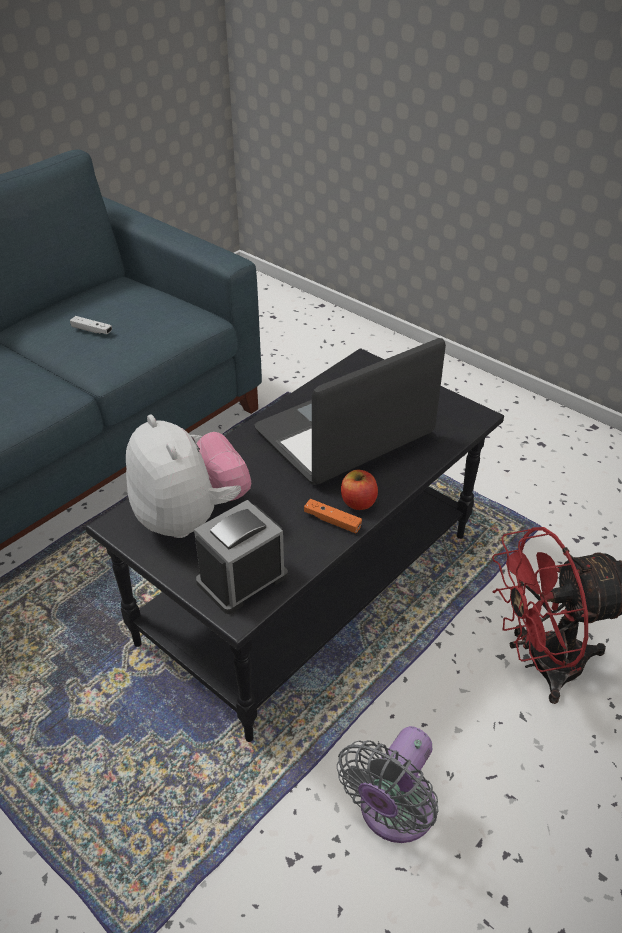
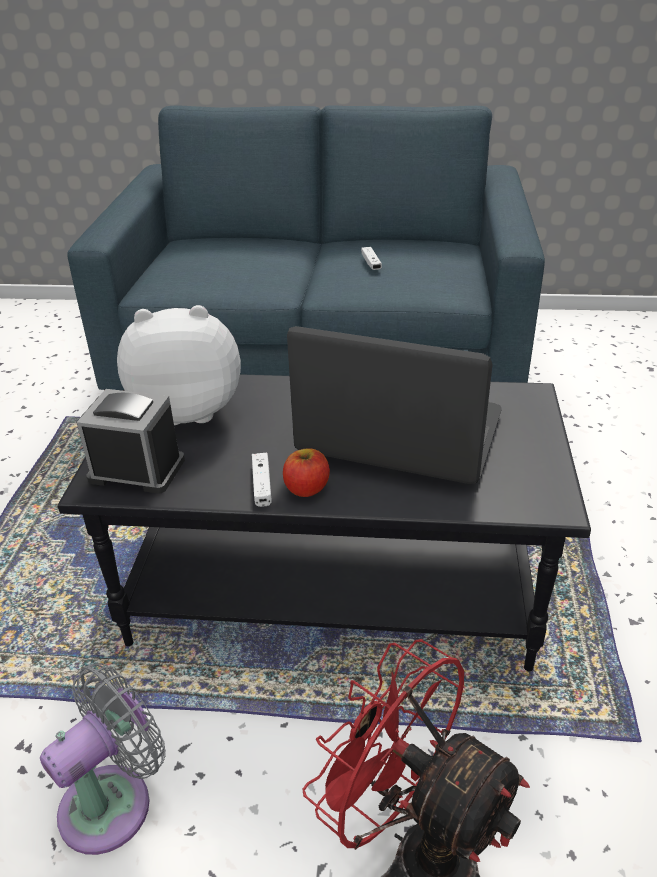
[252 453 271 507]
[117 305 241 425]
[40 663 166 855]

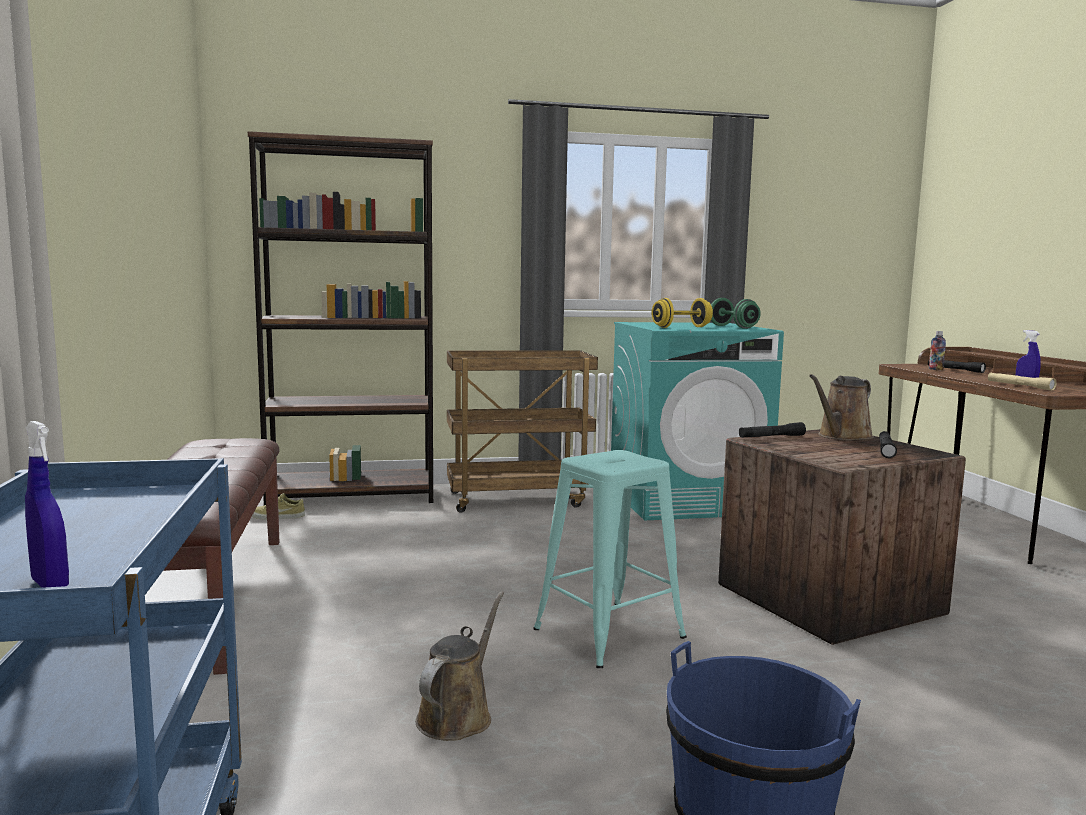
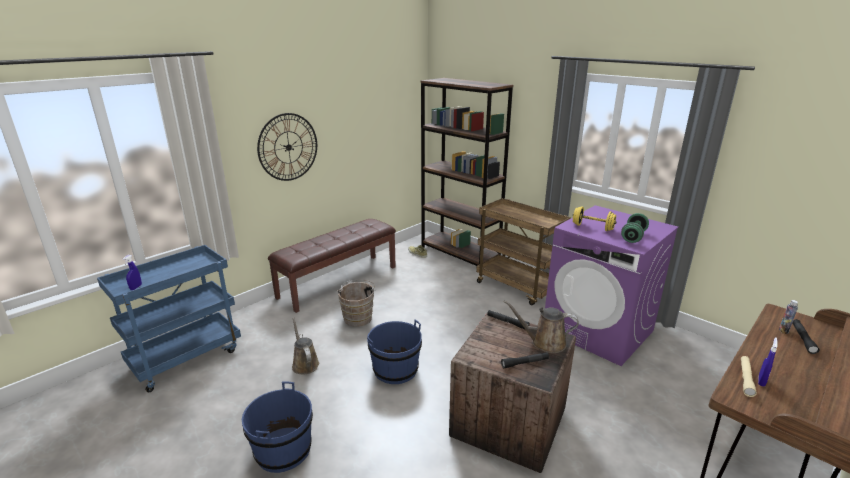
[257 113 317 181]
[337 279 377 327]
[367 319 422 384]
[545 205 679 366]
[292 318 319 374]

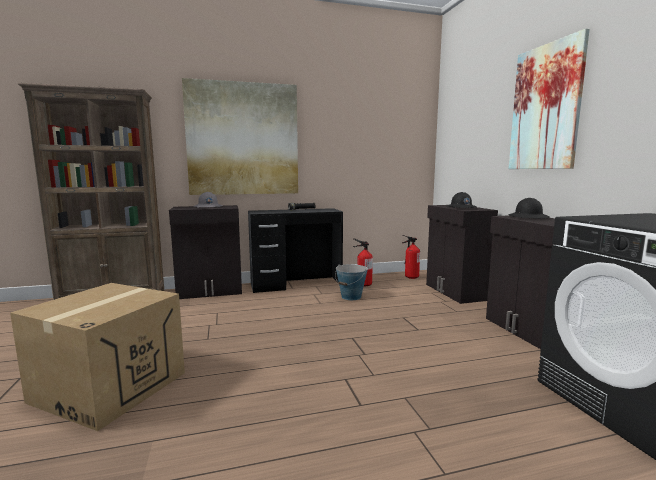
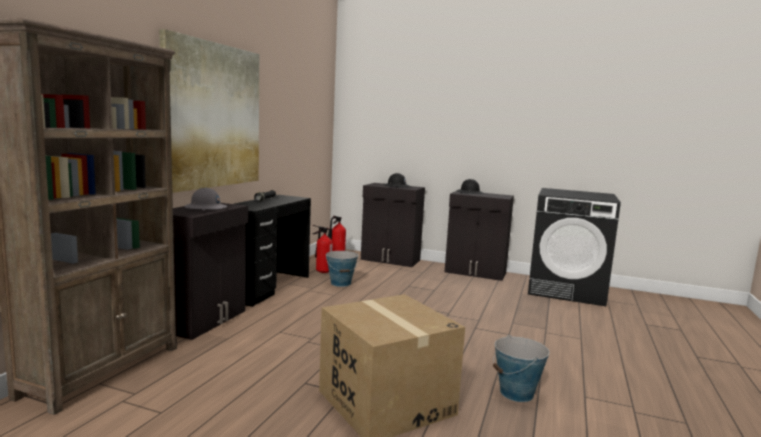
[509 28 590 169] (first image)
[493 335 549 402]

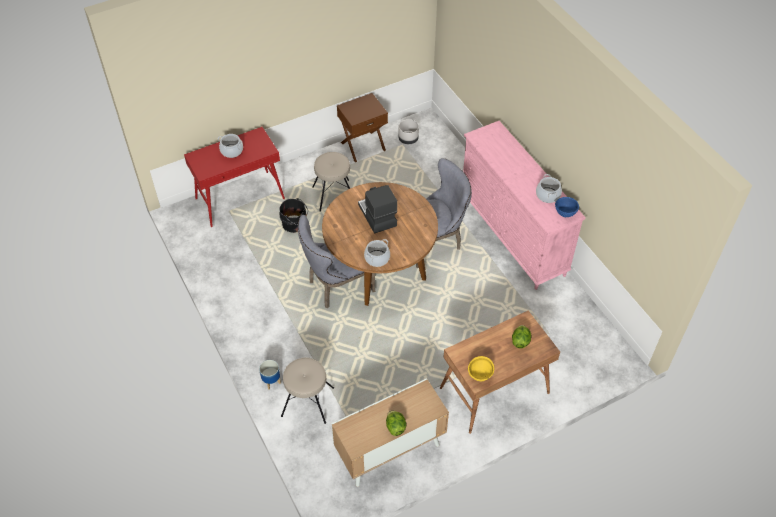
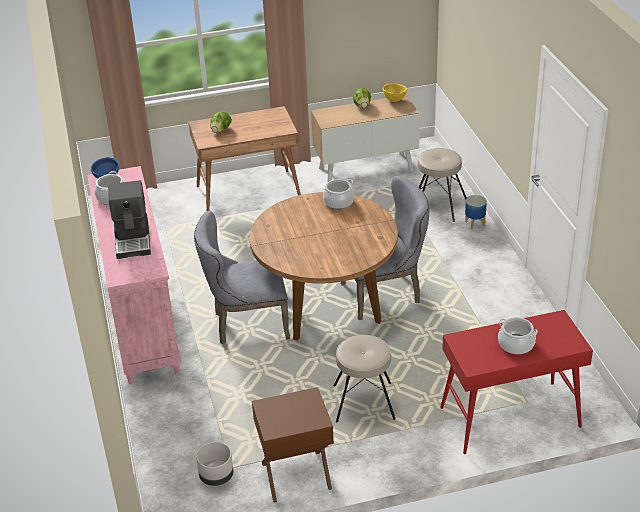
[279 198 308 233] (first image)
[108 180 151 259]
[383 83 407 102]

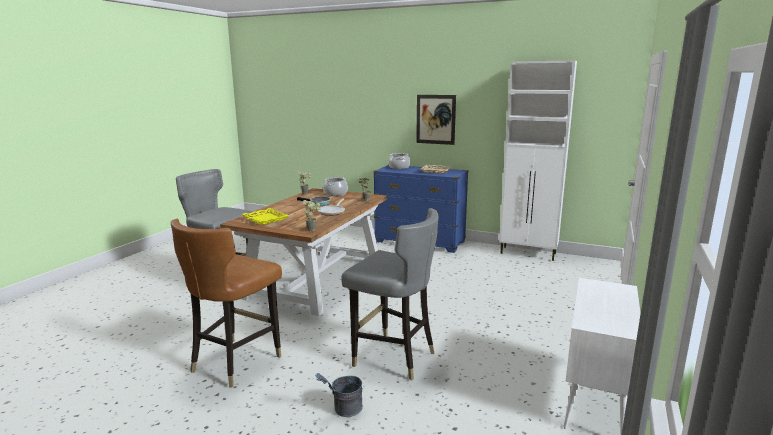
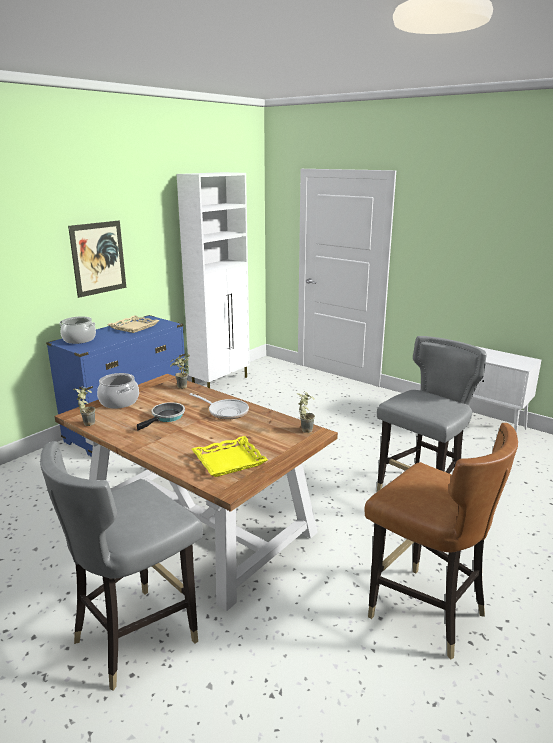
[315 373 363 417] (first image)

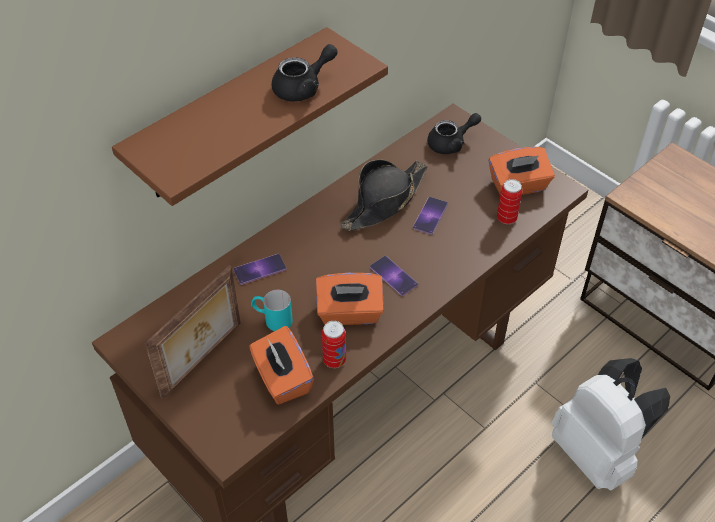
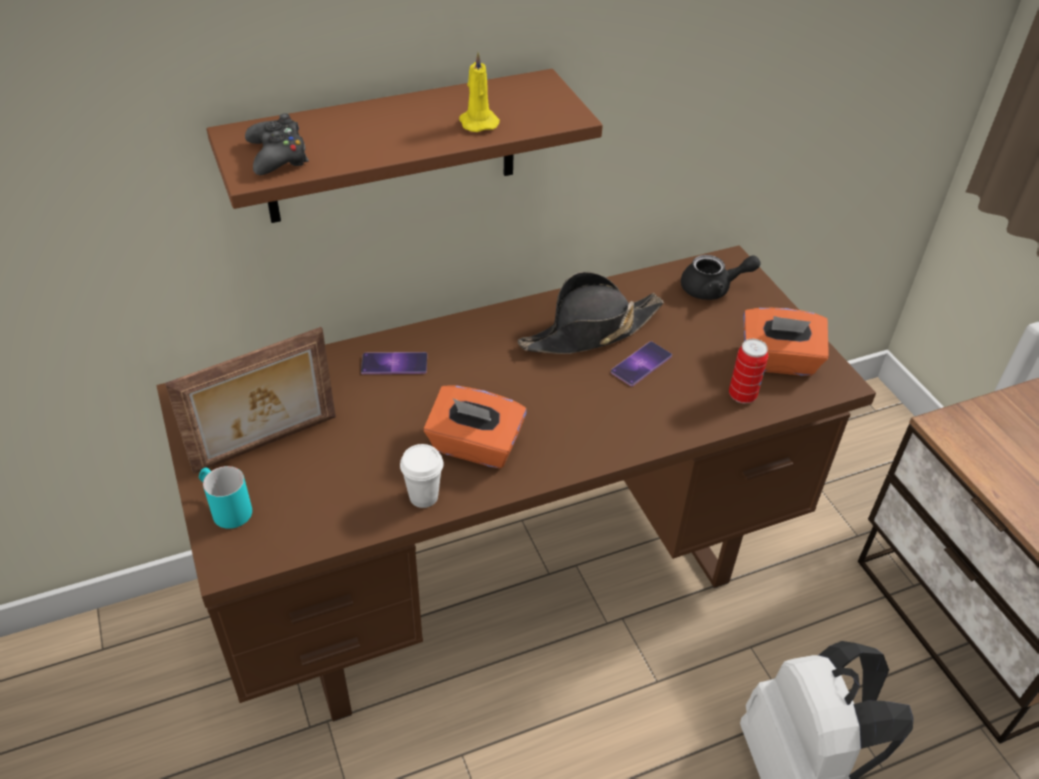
[249 326 314 404] (first image)
[370 256 418 296] (first image)
[245 113 309 175]
[199 466 252 529]
[459 51 500 132]
[400 444 443 508]

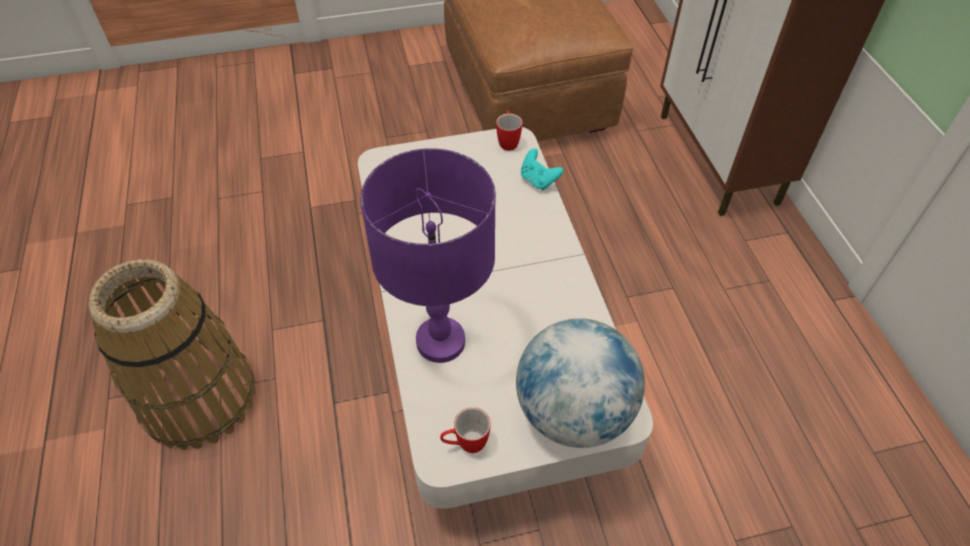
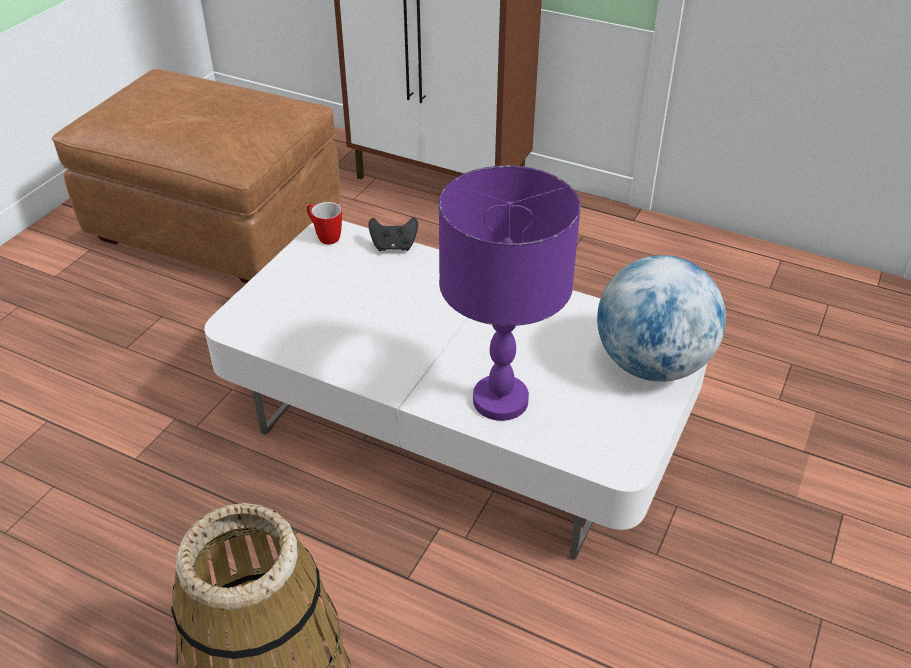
[440 407 491 453] (first image)
[368 217 418 251]

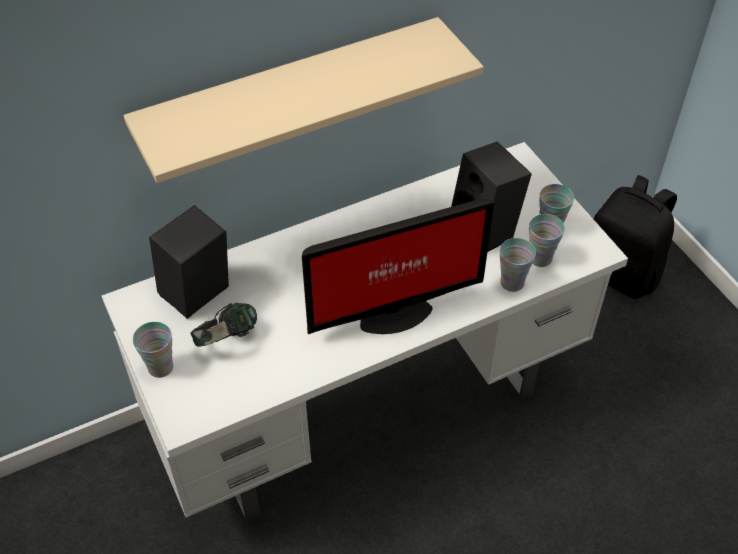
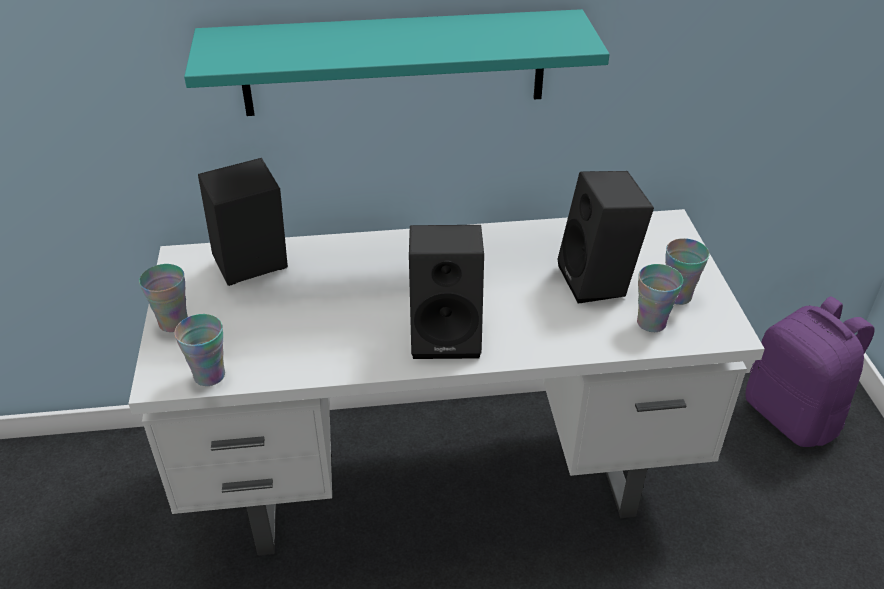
[191 303 257 347] (first image)
[174 314 225 386]
[409 225 484 359]
[184 9 610 116]
[745 296 875 447]

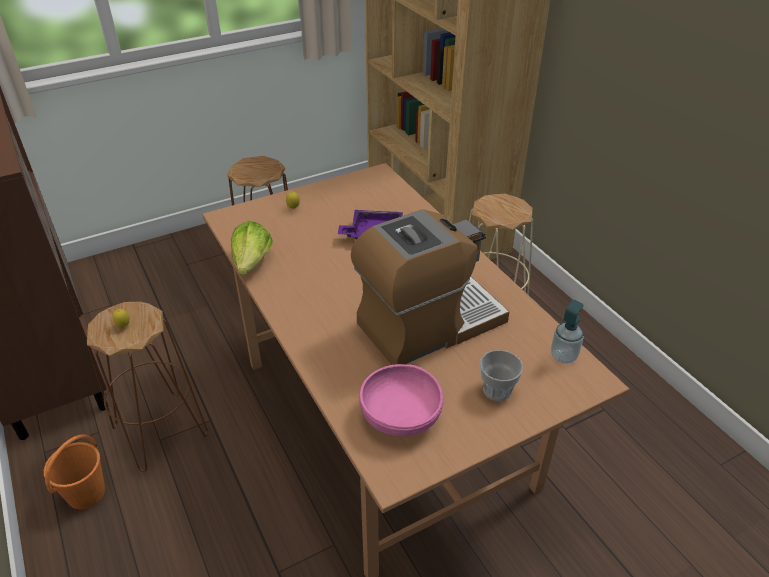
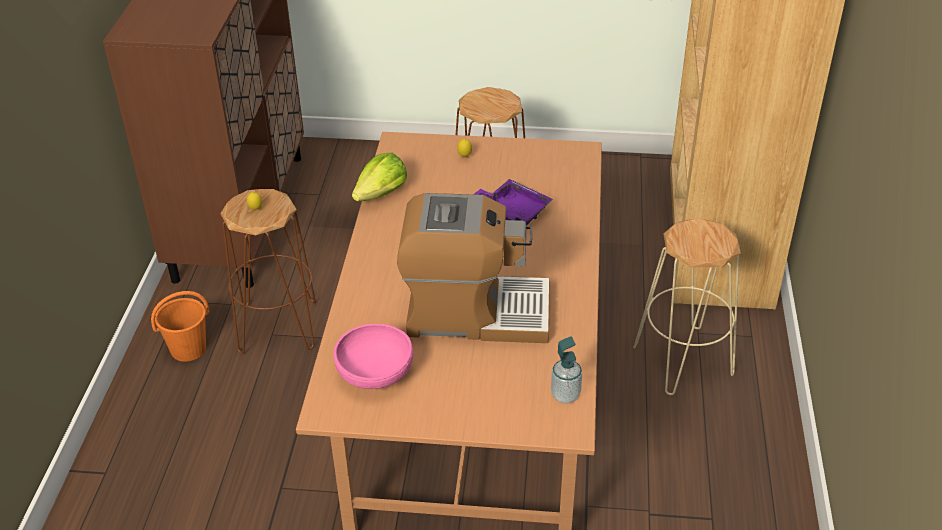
[480 350 523 401] (first image)

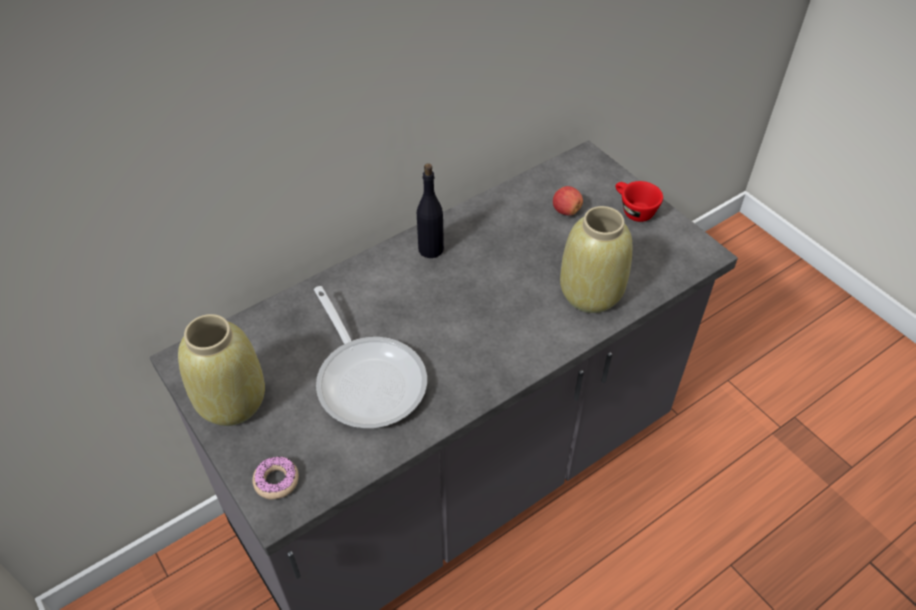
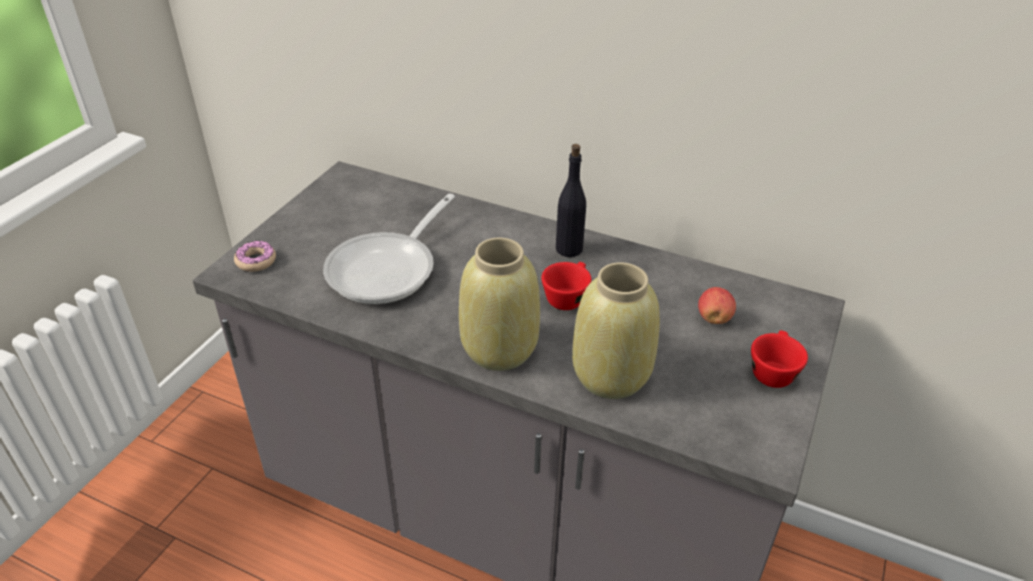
[541 262 591 310]
[459 238 540 371]

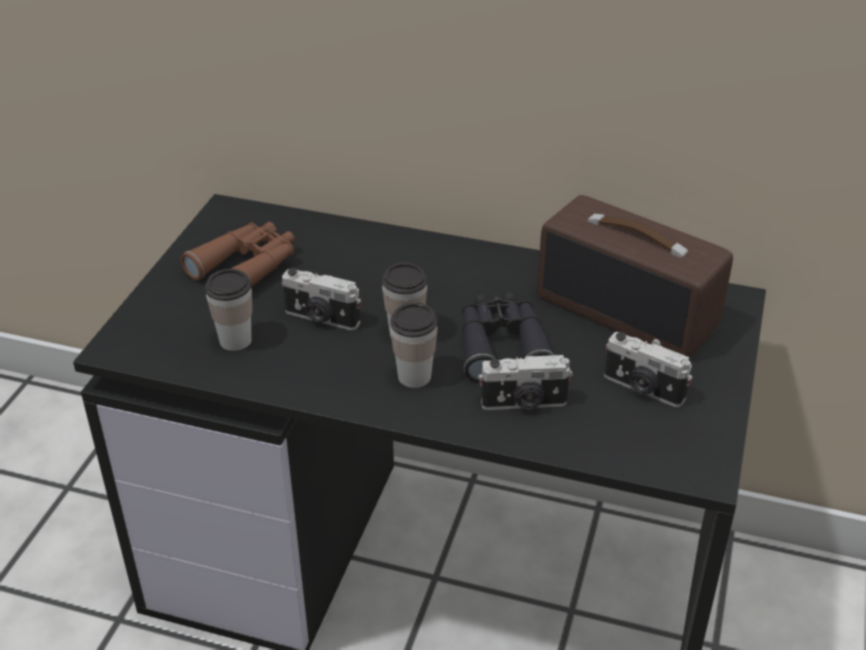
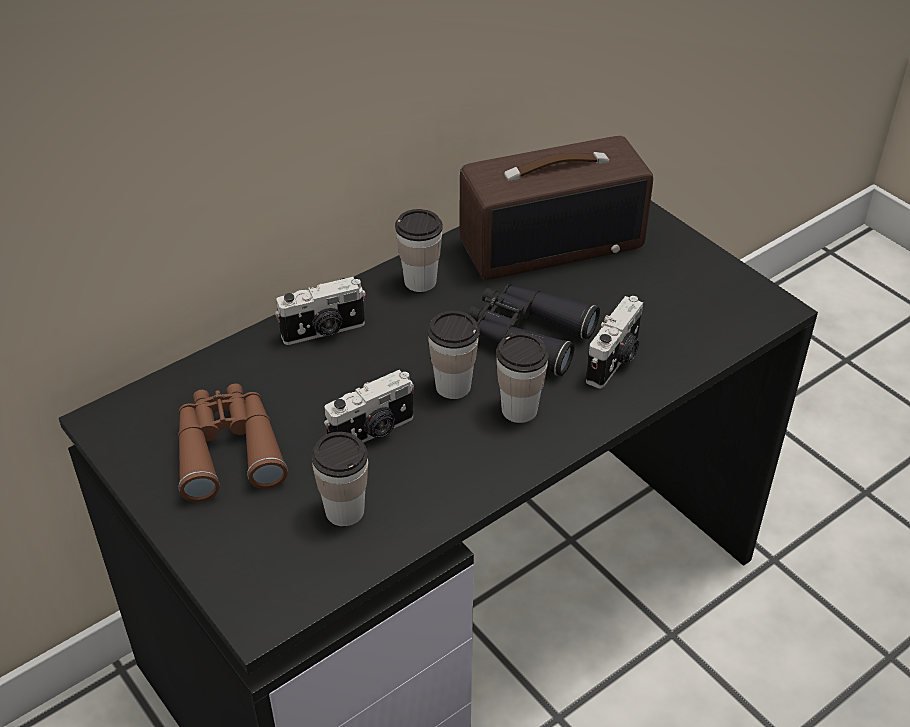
[395 209 443 292]
[275 277 366 345]

